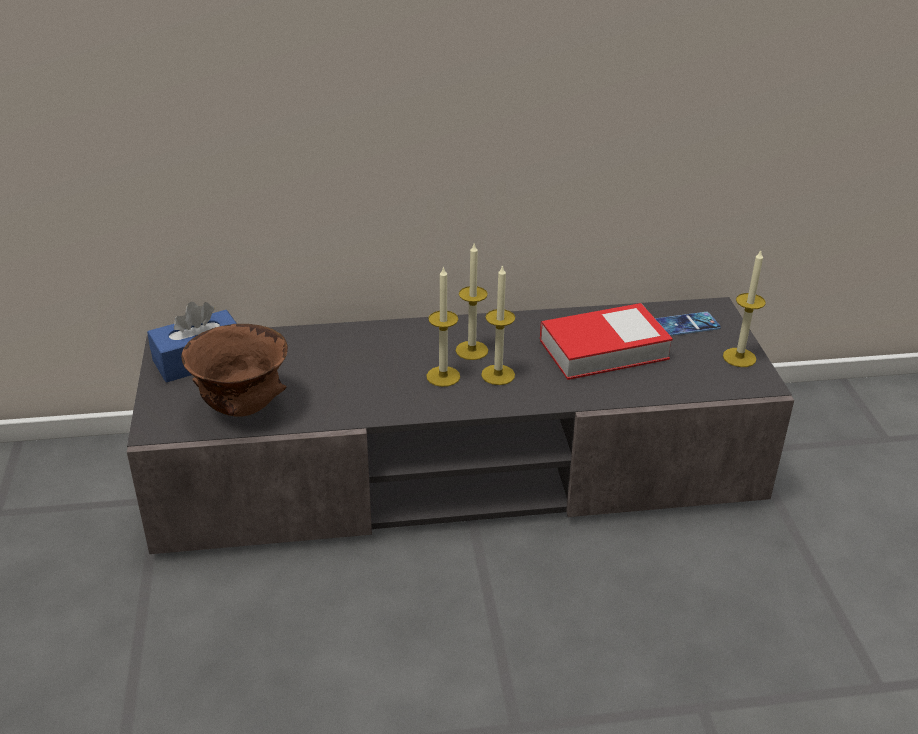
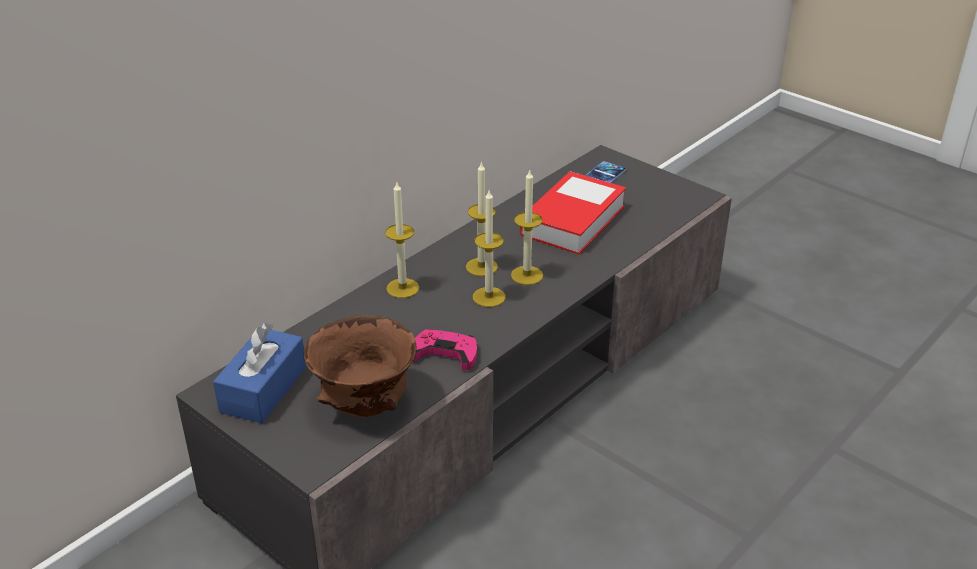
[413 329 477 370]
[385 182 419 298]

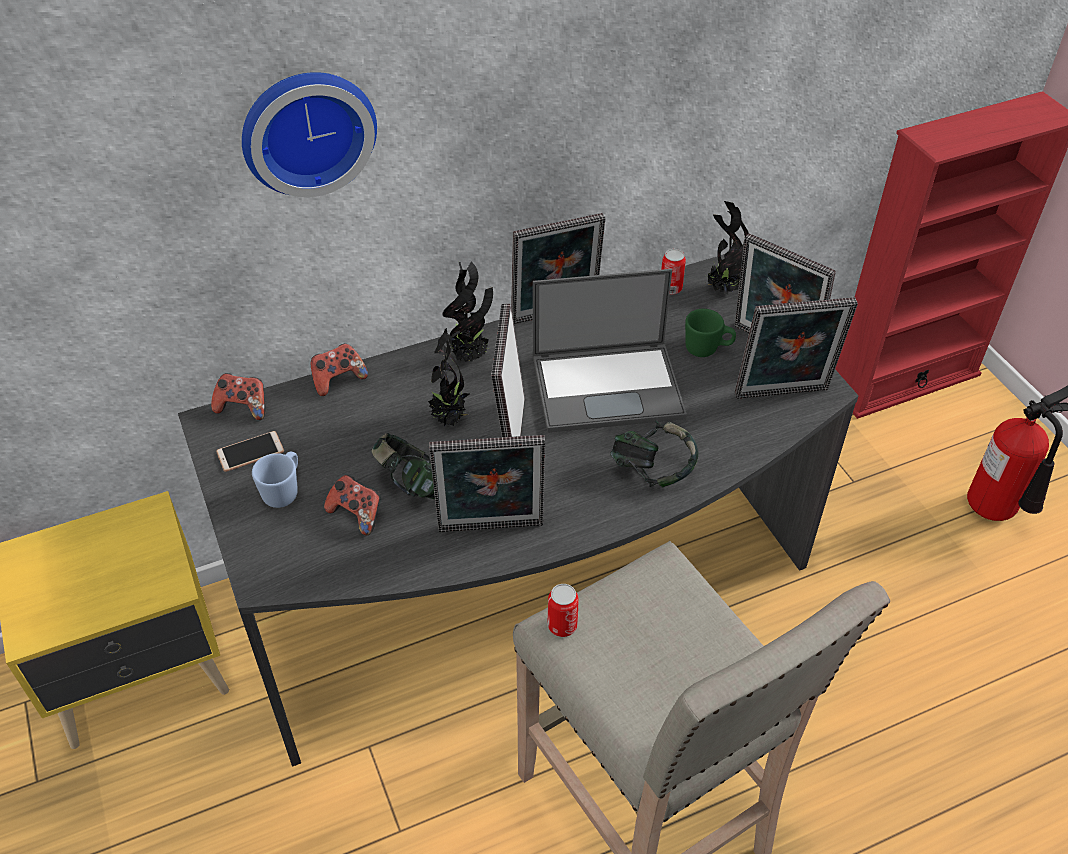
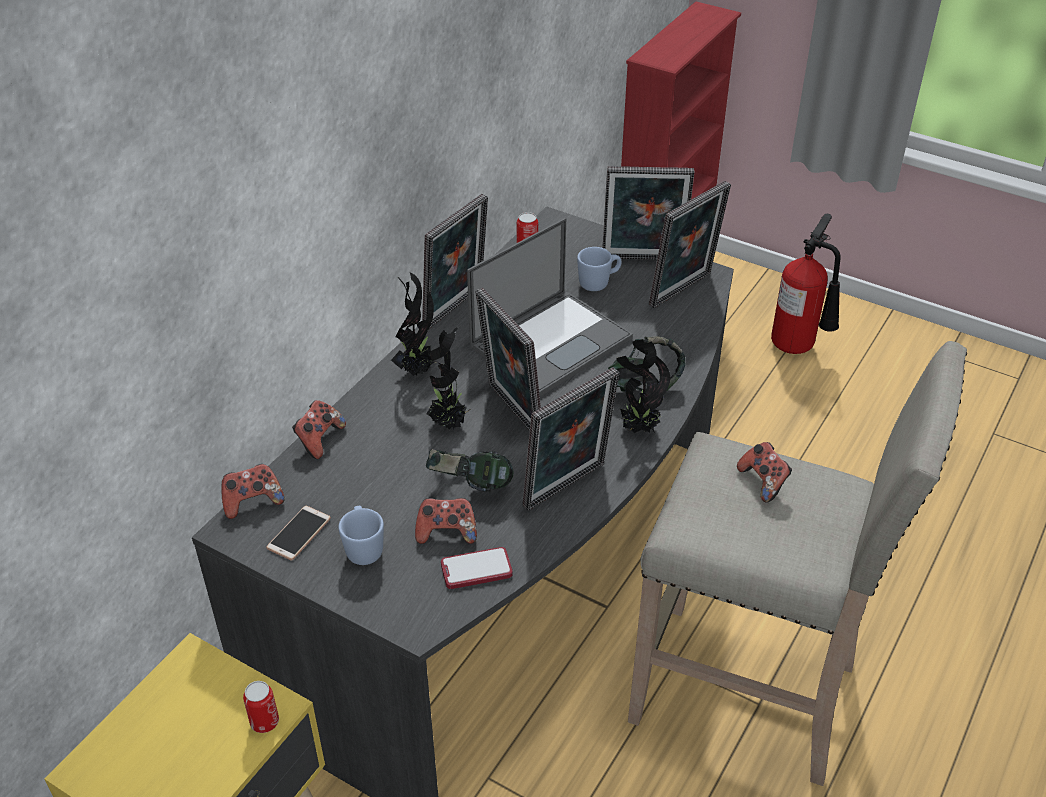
[242 72 377 197] (first image)
[441 547 512 589]
[737 442 792 503]
[243 681 279 733]
[616 339 670 433]
[577 247 622 291]

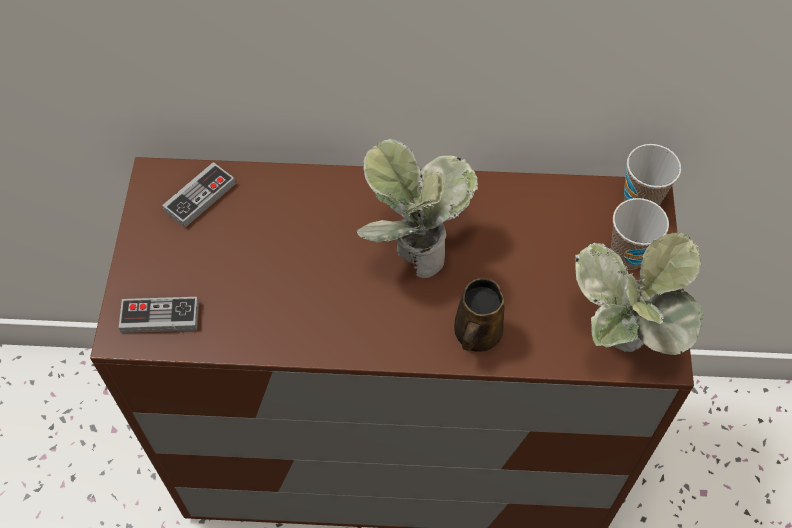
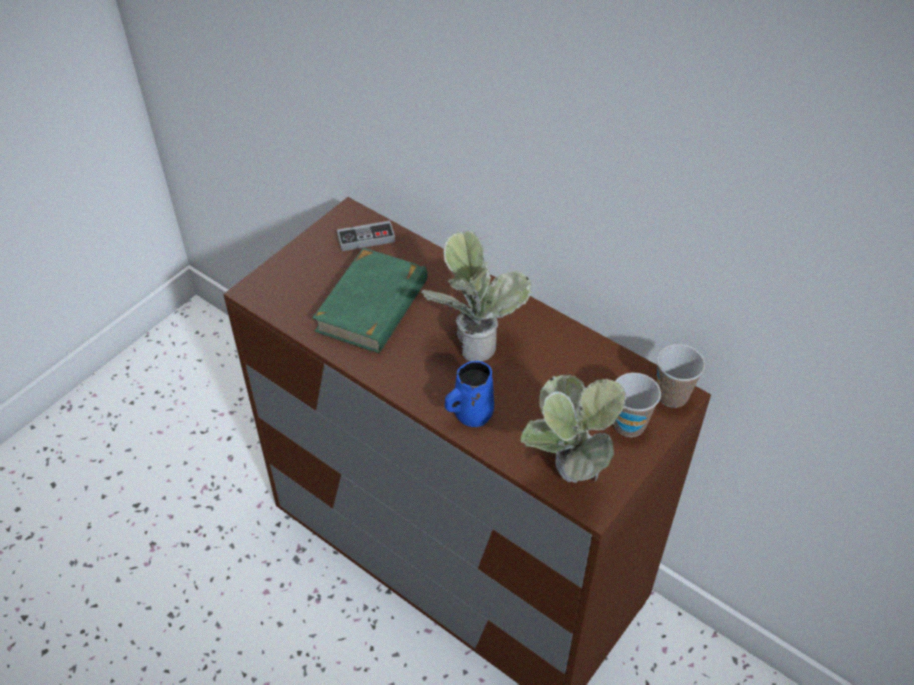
[119 297 199 333] (first image)
[313 248 428 353]
[445 361 494 427]

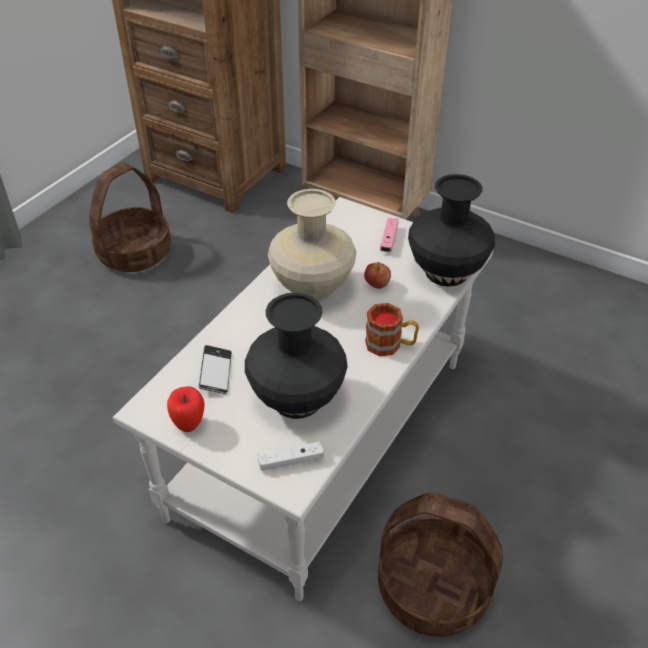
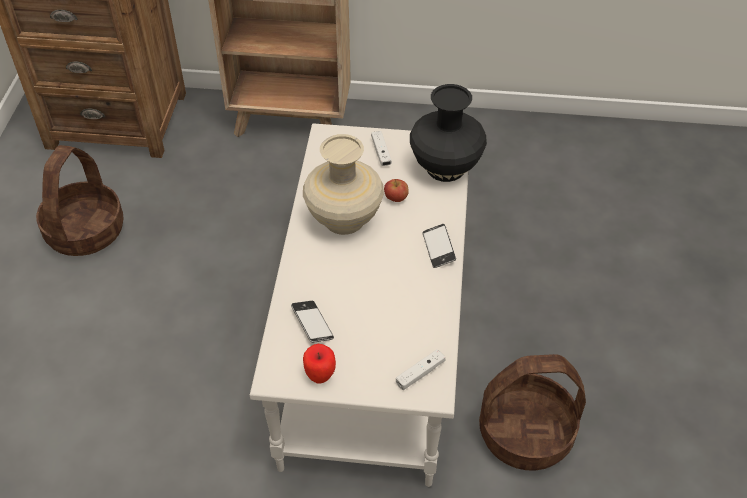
[245 293 348 419] (first image)
[423 224 456 268]
[371 131 392 166]

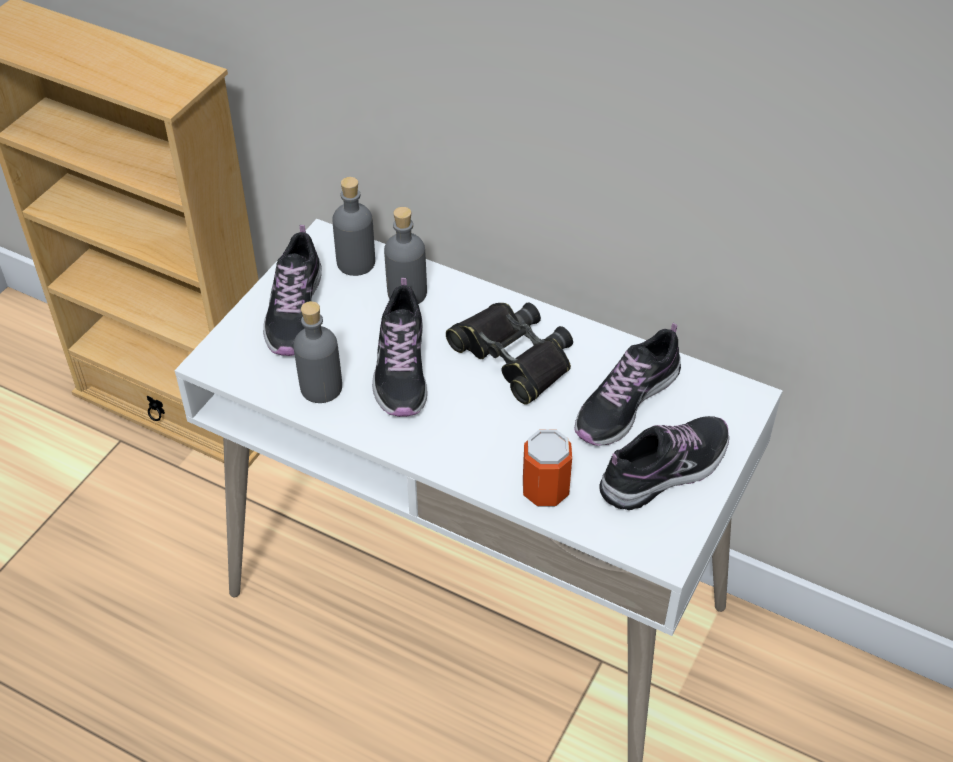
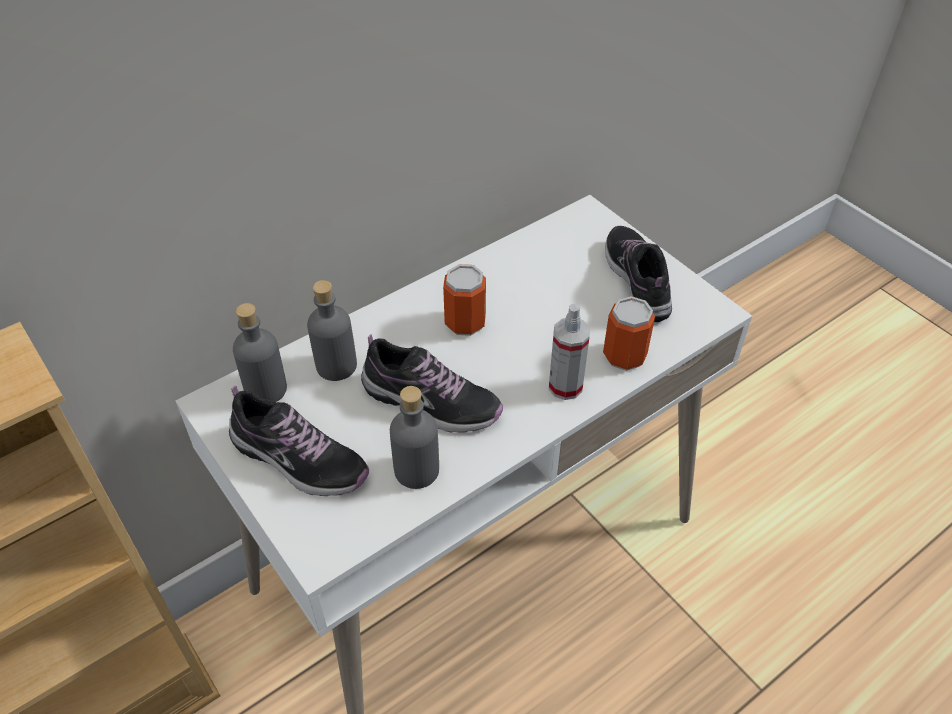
[574 323 681 446] (first image)
[549 304 590 400]
[443 264 486 336]

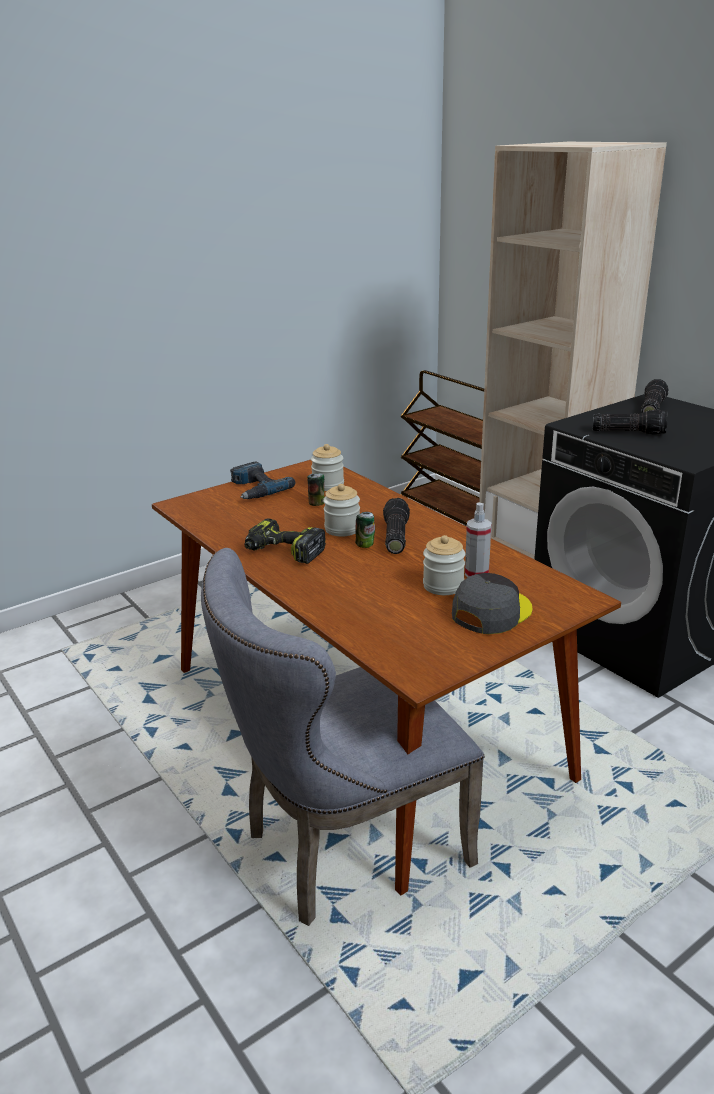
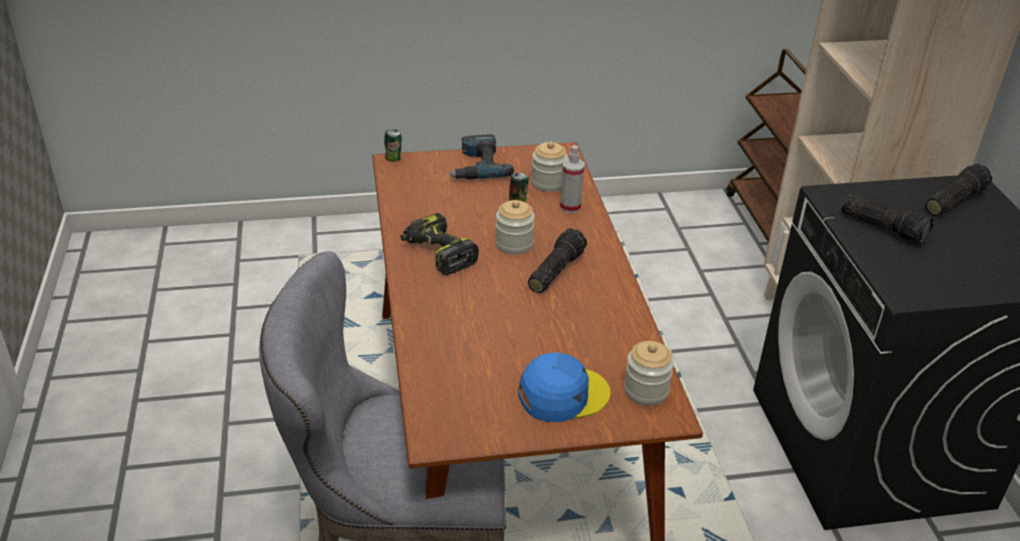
[384 129 402 162]
[624 341 674 406]
[560 145 584 213]
[518 353 610 422]

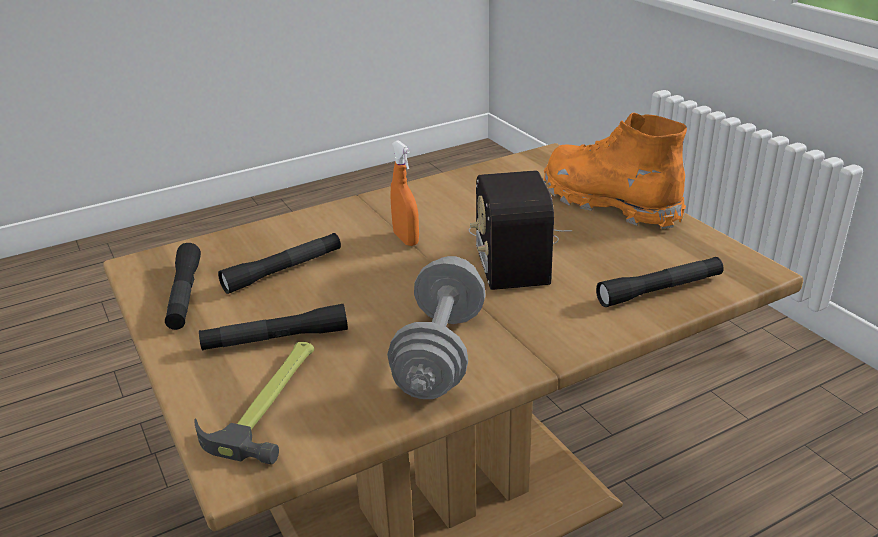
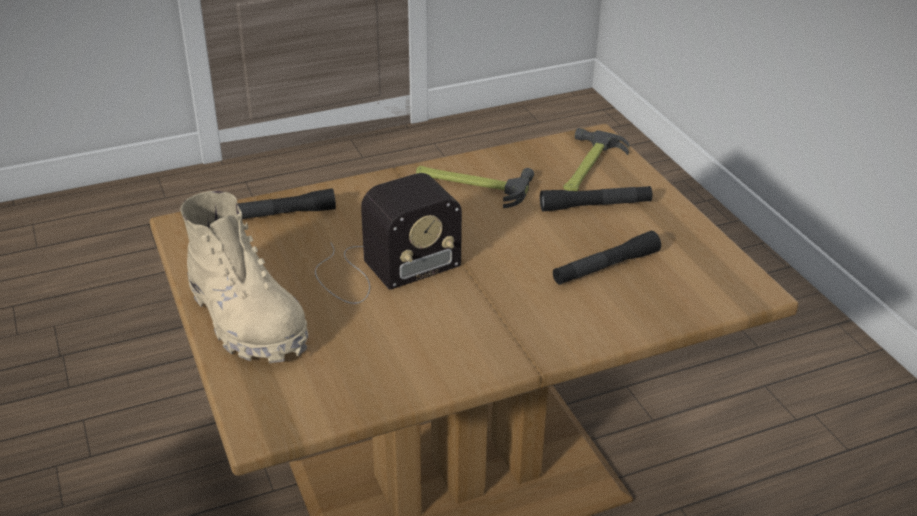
[165 243 201 330] (first image)
[390 140 419 246] (first image)
[416 166 534 208]
[181 191 309 364]
[315 173 462 304]

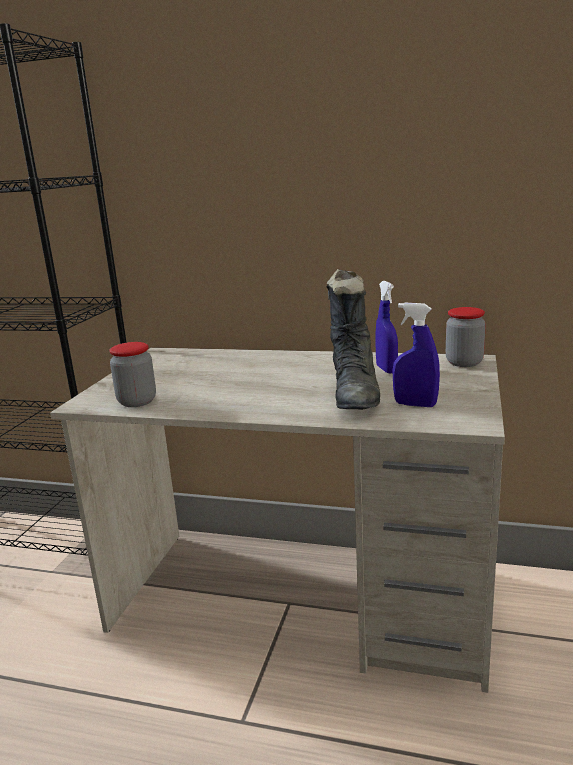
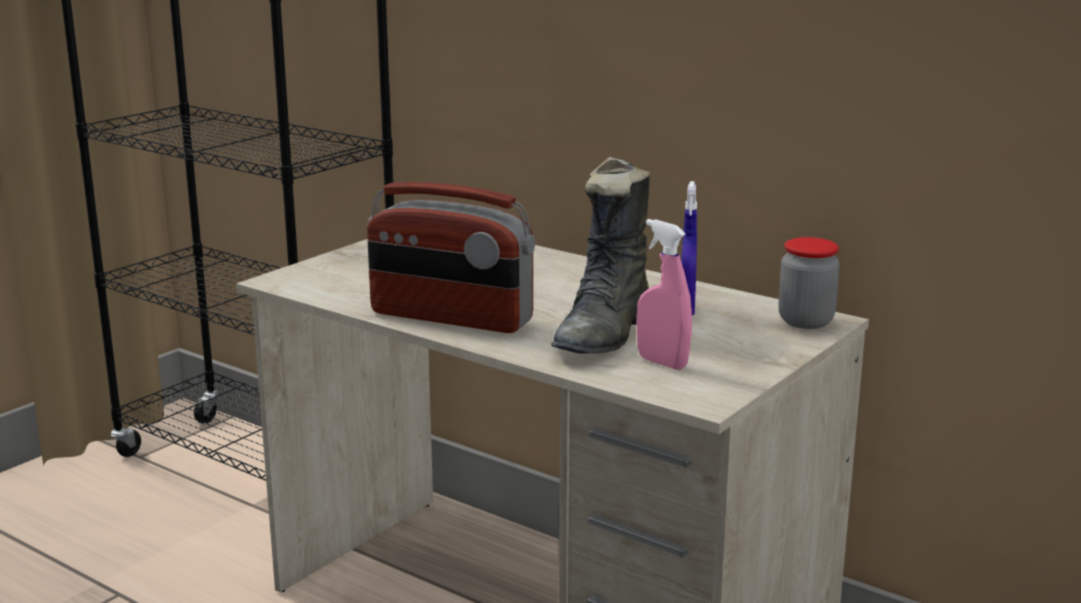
[109 342 156 407] (first image)
[367 182 535 333]
[637 219 692 370]

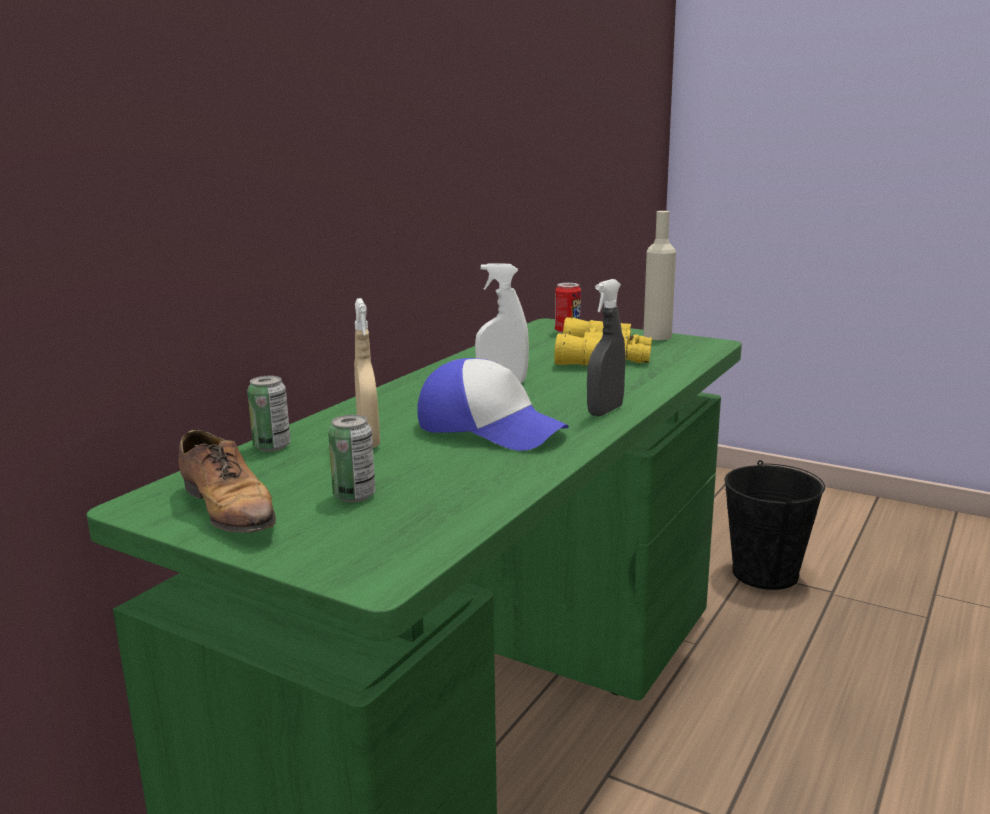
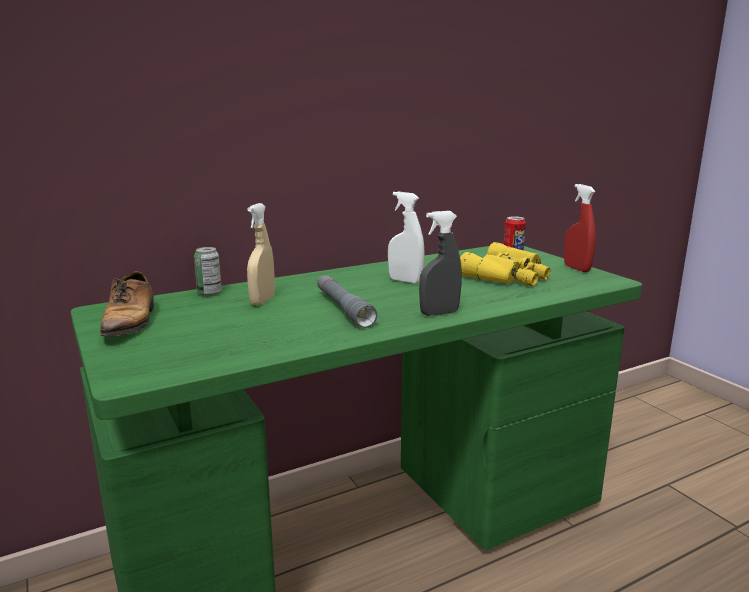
[328 415 375 502] (first image)
[725 460 825 590] (first image)
[317 275 377 328]
[564 184 596 272]

